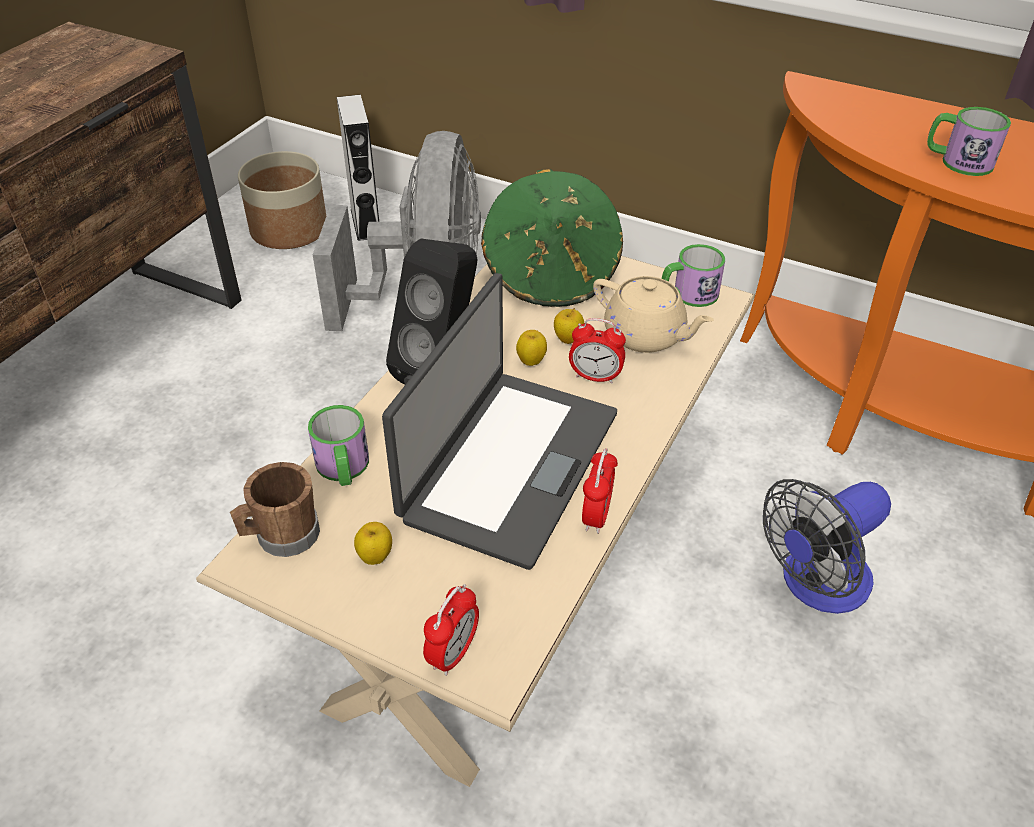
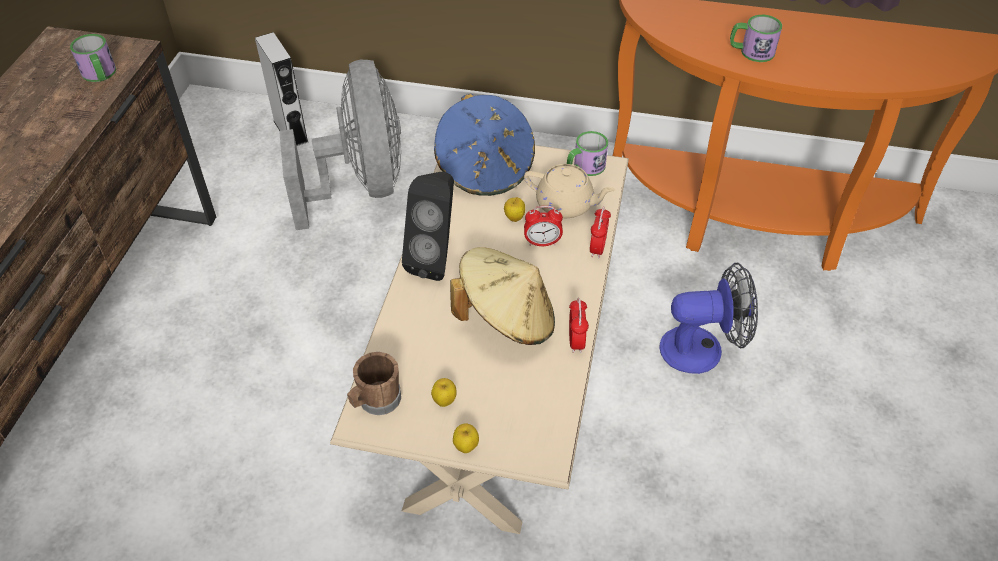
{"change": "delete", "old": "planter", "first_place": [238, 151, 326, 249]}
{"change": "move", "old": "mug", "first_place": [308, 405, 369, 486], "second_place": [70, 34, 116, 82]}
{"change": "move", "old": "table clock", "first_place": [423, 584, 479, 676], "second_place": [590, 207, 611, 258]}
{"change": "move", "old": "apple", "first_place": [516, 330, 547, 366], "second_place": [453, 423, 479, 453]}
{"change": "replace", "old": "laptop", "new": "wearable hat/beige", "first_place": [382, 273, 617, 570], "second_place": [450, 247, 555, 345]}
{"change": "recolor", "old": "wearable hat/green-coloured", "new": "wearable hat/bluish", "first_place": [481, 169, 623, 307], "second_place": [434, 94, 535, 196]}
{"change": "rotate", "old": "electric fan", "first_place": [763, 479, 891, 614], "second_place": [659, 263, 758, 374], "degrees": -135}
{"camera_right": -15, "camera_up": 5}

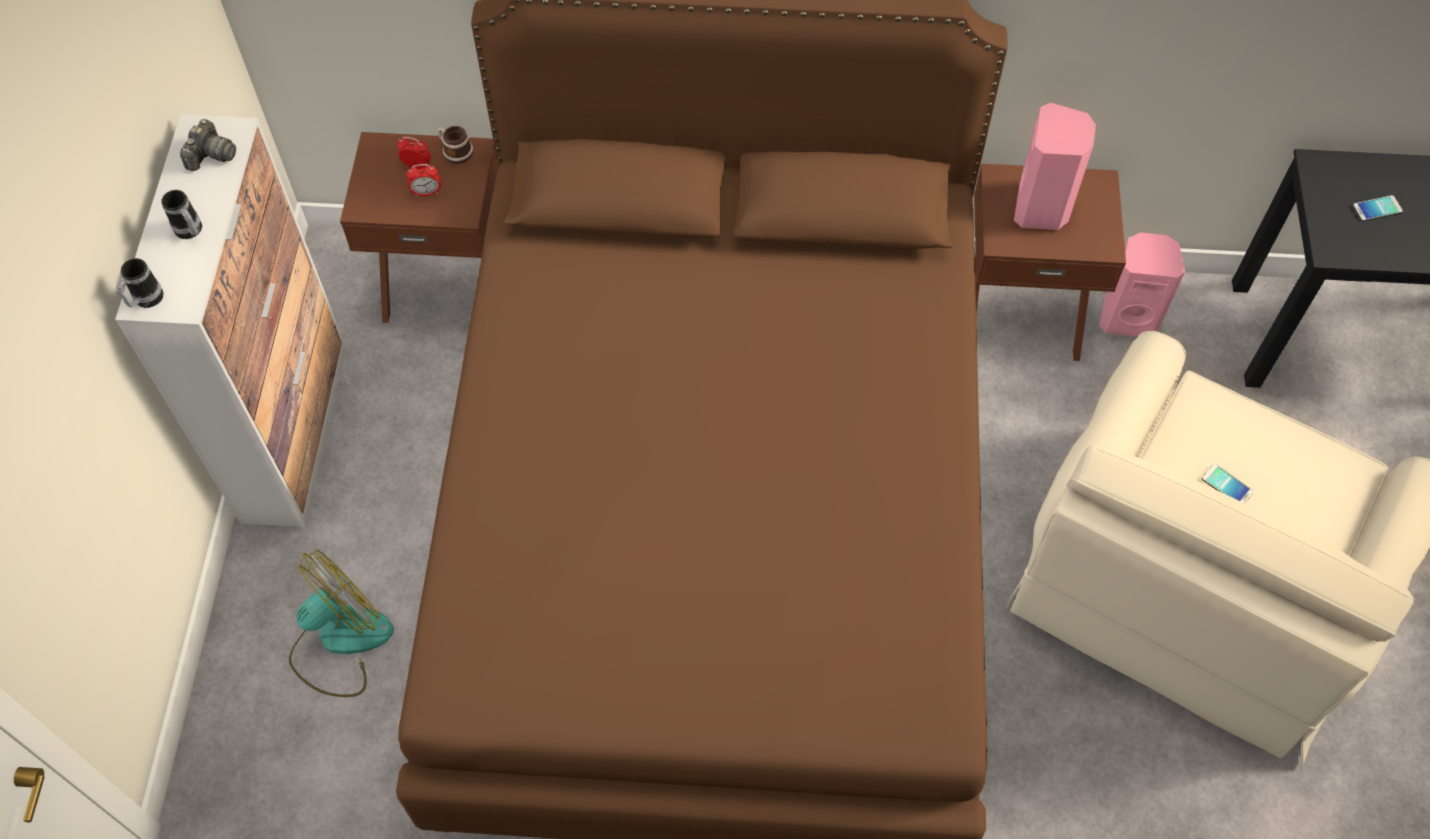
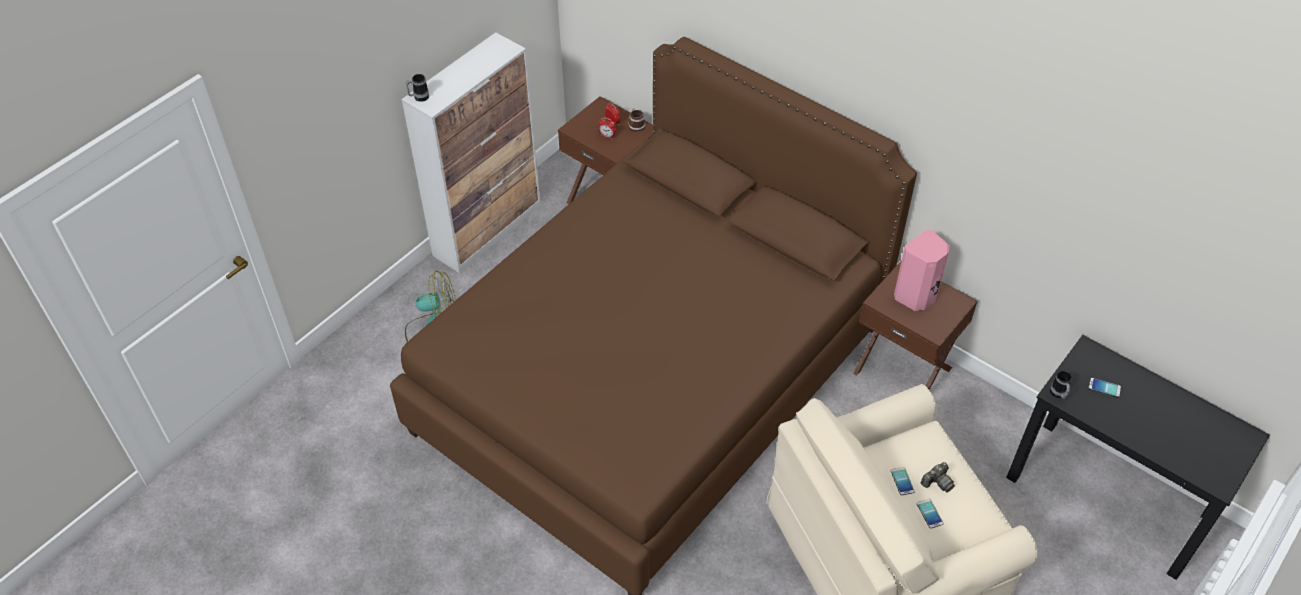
{"change": "delete", "old": "audio speaker/pink-coloured", "first_place": [1099, 233, 1185, 337]}
{"change": "insert", "new": "telephone", "second_place": [917, 499, 943, 529]}
{"change": "move", "old": "mug", "first_place": [161, 190, 202, 239], "second_place": [1050, 371, 1072, 399]}
{"change": "move", "old": "still camera", "first_place": [180, 119, 236, 171], "second_place": [921, 462, 955, 492]}
{"camera_right": 35, "camera_up": -10}

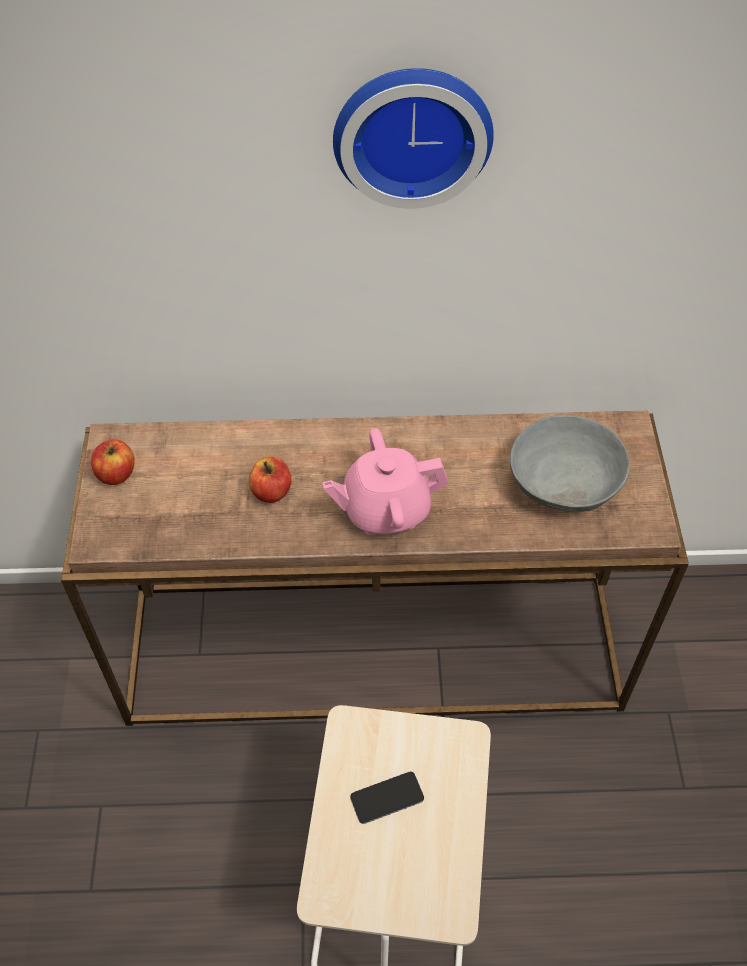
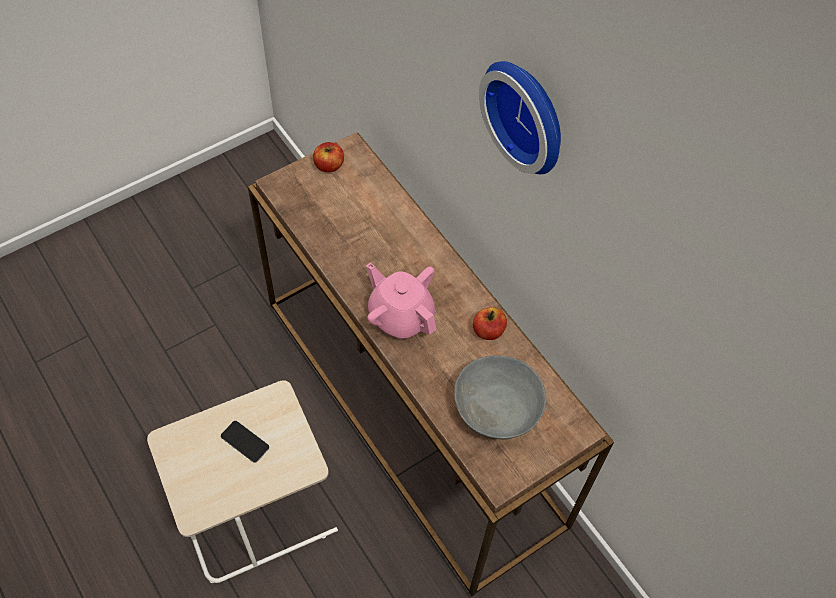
{"change": "move", "old": "apple", "first_place": [249, 457, 291, 503], "second_place": [473, 307, 507, 340]}
{"camera_right": 55, "camera_up": 5}

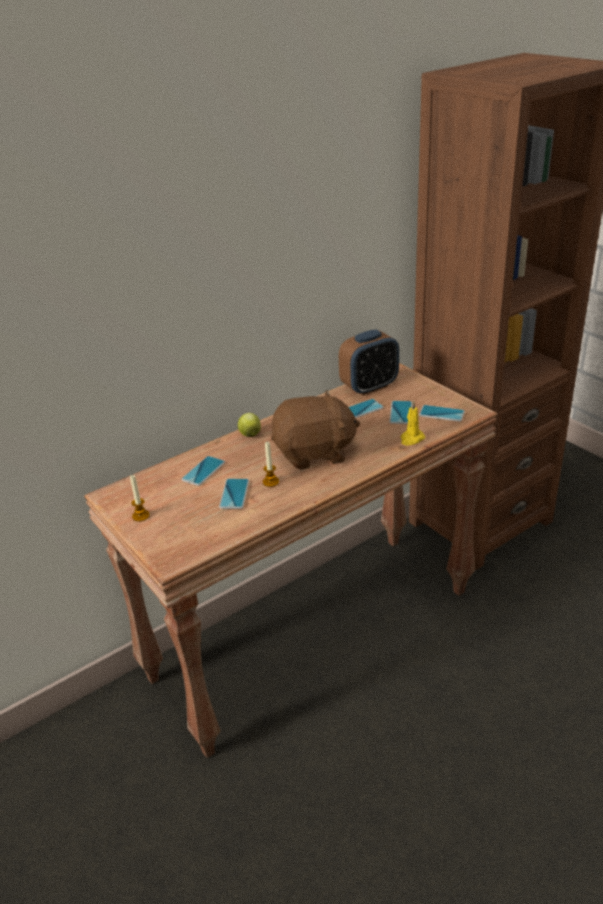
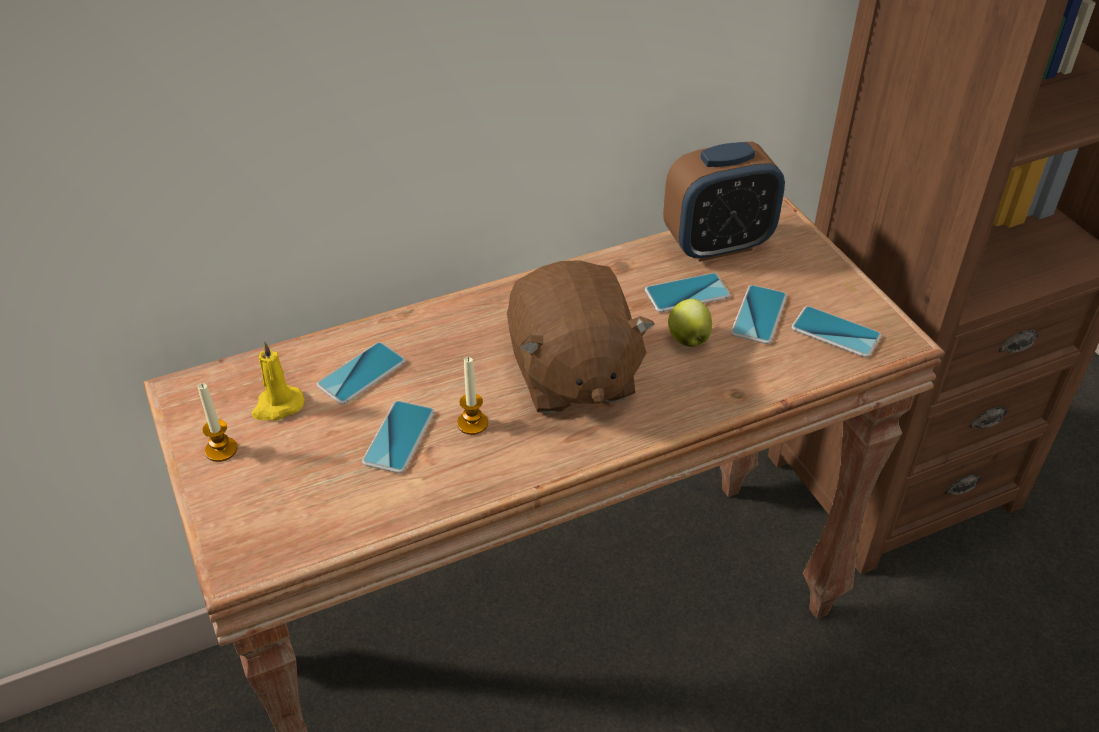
{"change": "move", "old": "apple", "first_place": [238, 413, 261, 437], "second_place": [668, 299, 712, 347]}
{"change": "move", "old": "wax light/yellow", "first_place": [401, 401, 425, 445], "second_place": [252, 341, 305, 420]}
{"change": "rotate", "old": "cuddly toy/brown", "first_place": [271, 390, 360, 470], "second_place": [507, 260, 655, 414], "degrees": 75}
{"camera_right": 10, "camera_up": 10}

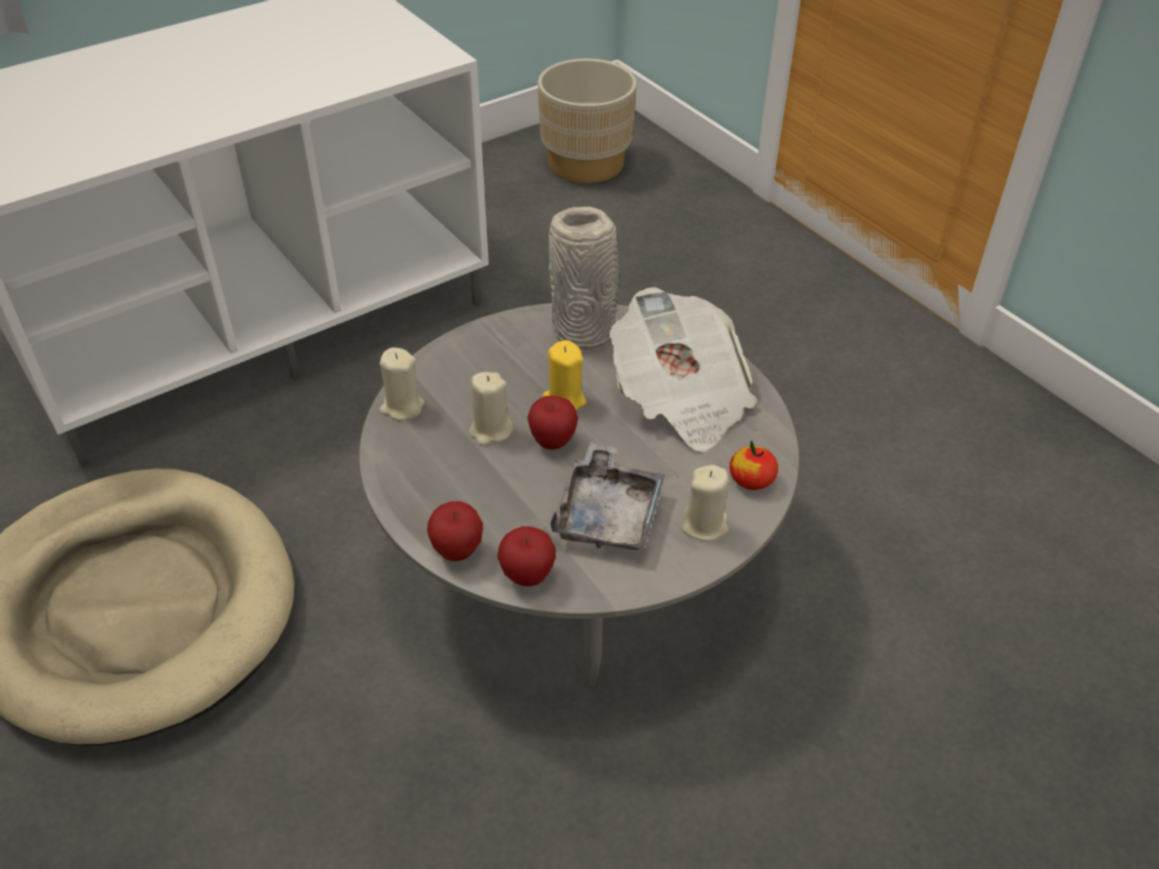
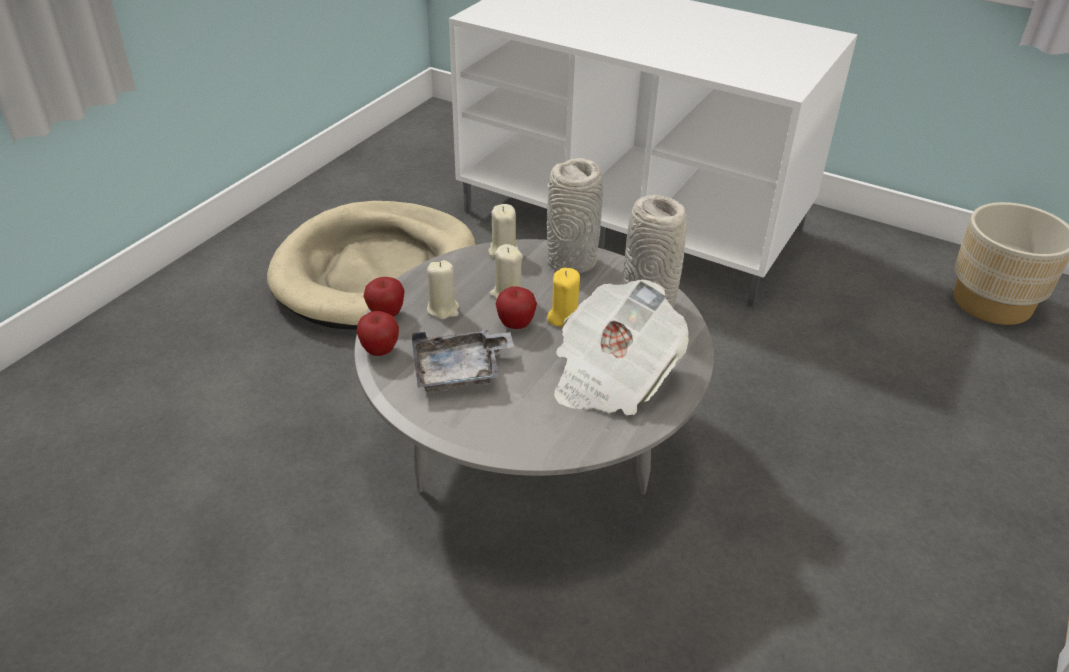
{"change": "delete", "old": "apple", "first_place": [730, 441, 778, 490]}
{"change": "insert", "new": "flower vase/gray", "second_place": [547, 158, 603, 274]}
{"change": "move", "old": "wax light/beige", "first_place": [682, 465, 729, 541], "second_place": [427, 260, 459, 320]}
{"camera_right": 65, "camera_up": -5}

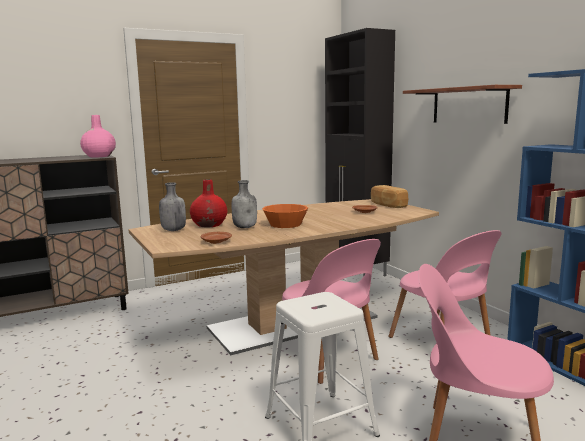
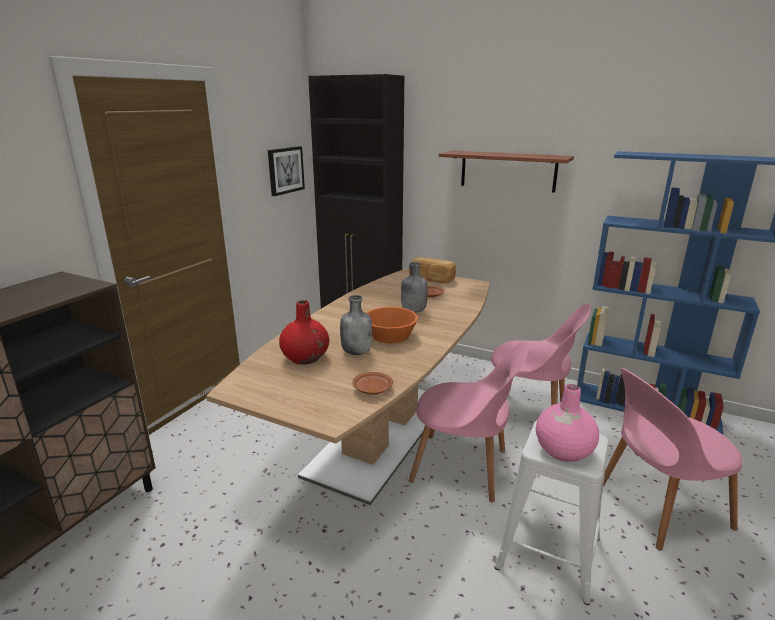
{"change": "insert", "new": "wall picture", "second_place": [268, 146, 305, 196]}
{"change": "move", "old": "flower vase/pink-coloured", "first_place": [80, 115, 116, 157], "second_place": [536, 384, 599, 462]}
{"change": "move", "old": "drink bottle/gray", "first_place": [159, 182, 186, 231], "second_place": [401, 262, 428, 313]}
{"camera_right": -35, "camera_up": 10}

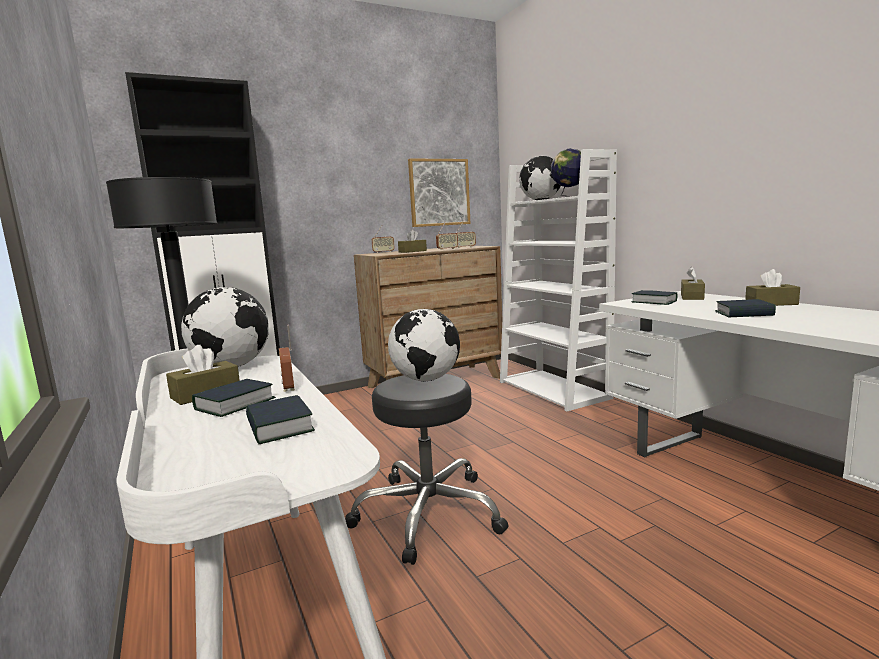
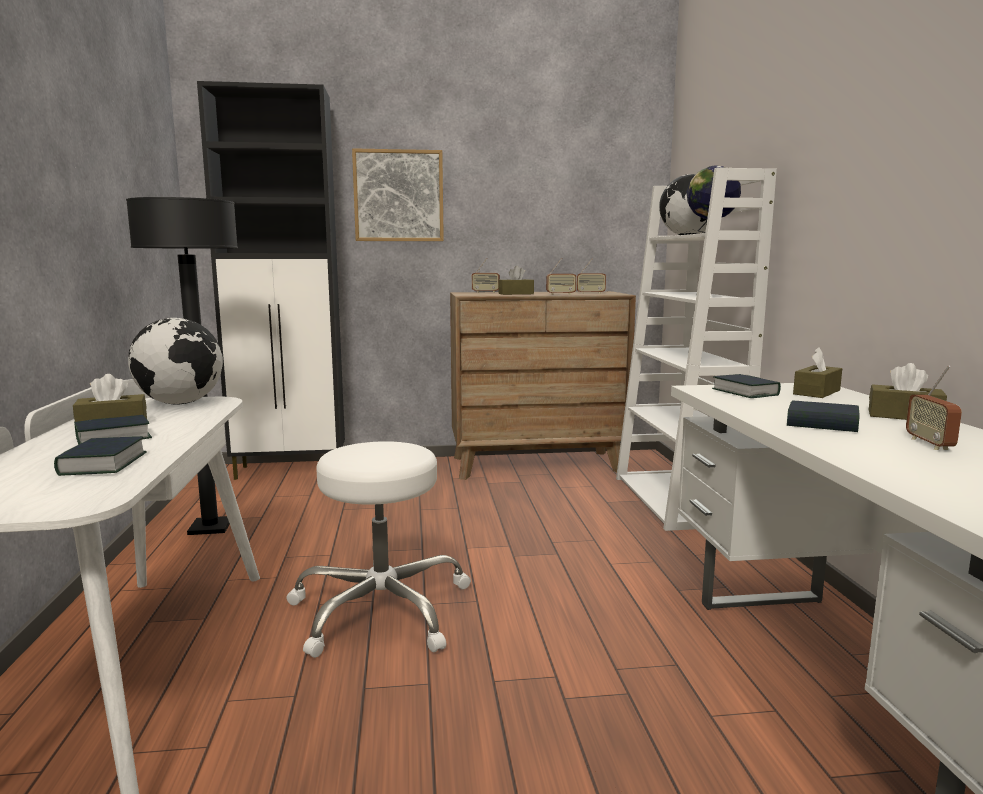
{"change": "delete", "old": "globe", "first_place": [388, 309, 460, 381]}
{"change": "move", "old": "radio receiver", "first_place": [279, 325, 295, 392], "second_place": [906, 366, 962, 450]}
{"change": "move", "old": "wall picture", "first_place": [408, 158, 471, 227], "second_place": [352, 148, 444, 241]}
{"change": "recolor", "old": "stool/black-coloured", "new": "stool/whitish", "first_place": [345, 374, 508, 565], "second_place": [286, 441, 471, 658]}
{"camera_right": 20, "camera_up": 0}

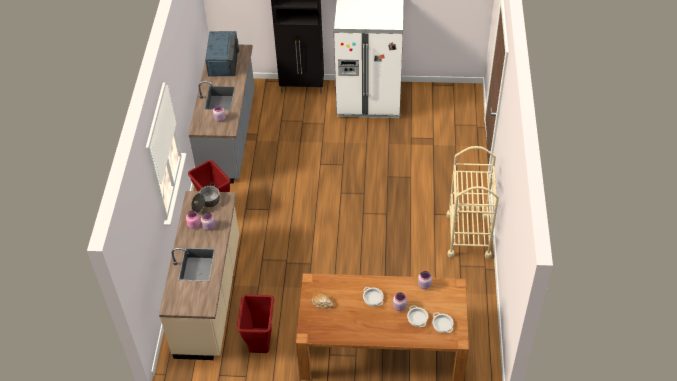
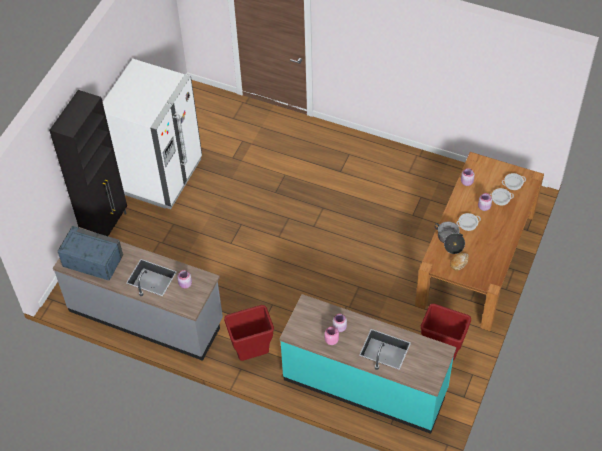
{"change": "delete", "old": "trolley/beige", "first_place": [446, 146, 499, 259]}
{"change": "move", "old": "cooking pot", "first_place": [191, 182, 220, 213], "second_place": [434, 222, 465, 254]}
{"change": "recolor", "old": "counter/beige", "new": "counter/turquoise", "first_place": [159, 191, 239, 360], "second_place": [280, 294, 456, 434]}
{"camera_right": -70, "camera_up": 5}

